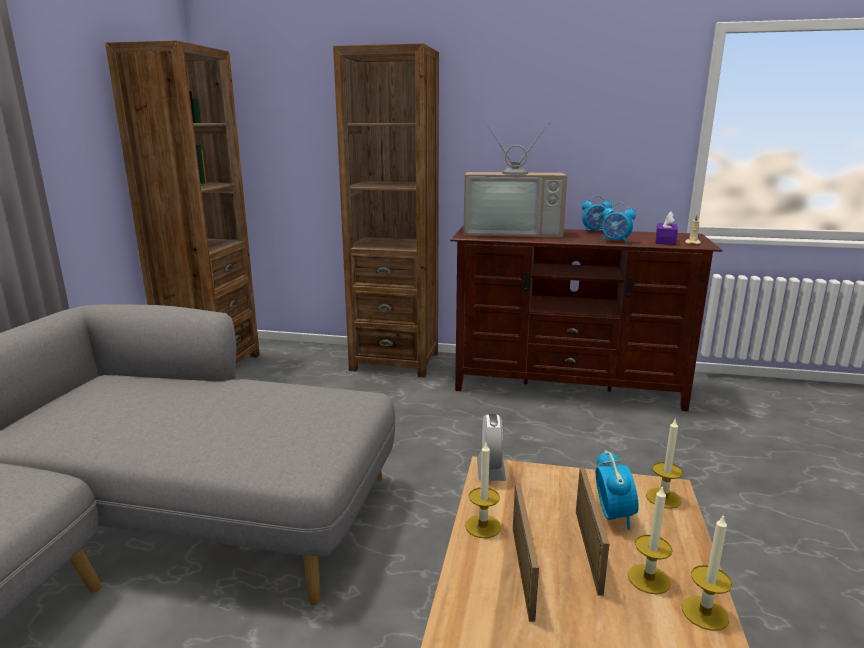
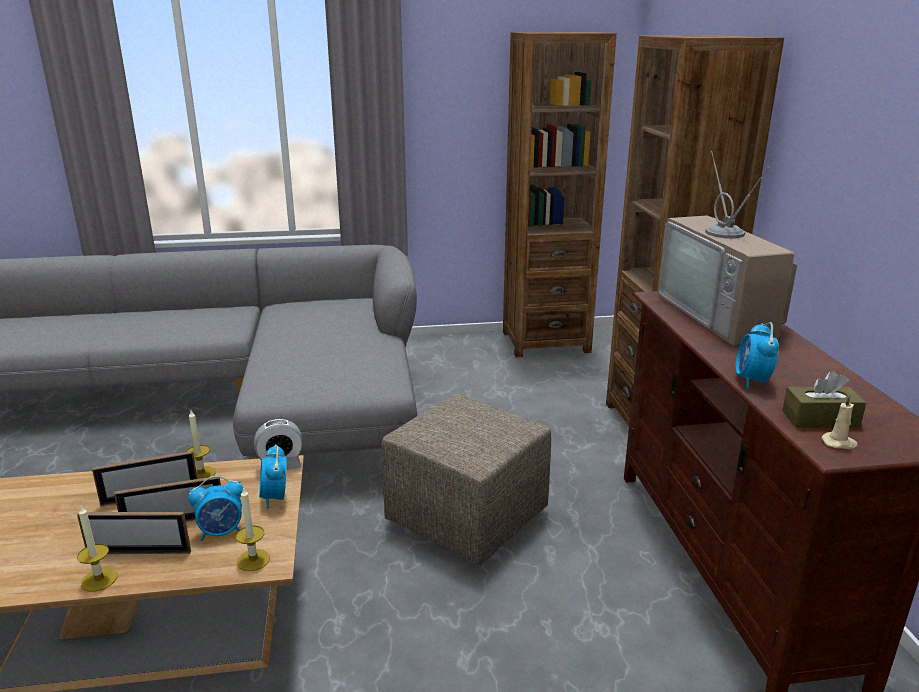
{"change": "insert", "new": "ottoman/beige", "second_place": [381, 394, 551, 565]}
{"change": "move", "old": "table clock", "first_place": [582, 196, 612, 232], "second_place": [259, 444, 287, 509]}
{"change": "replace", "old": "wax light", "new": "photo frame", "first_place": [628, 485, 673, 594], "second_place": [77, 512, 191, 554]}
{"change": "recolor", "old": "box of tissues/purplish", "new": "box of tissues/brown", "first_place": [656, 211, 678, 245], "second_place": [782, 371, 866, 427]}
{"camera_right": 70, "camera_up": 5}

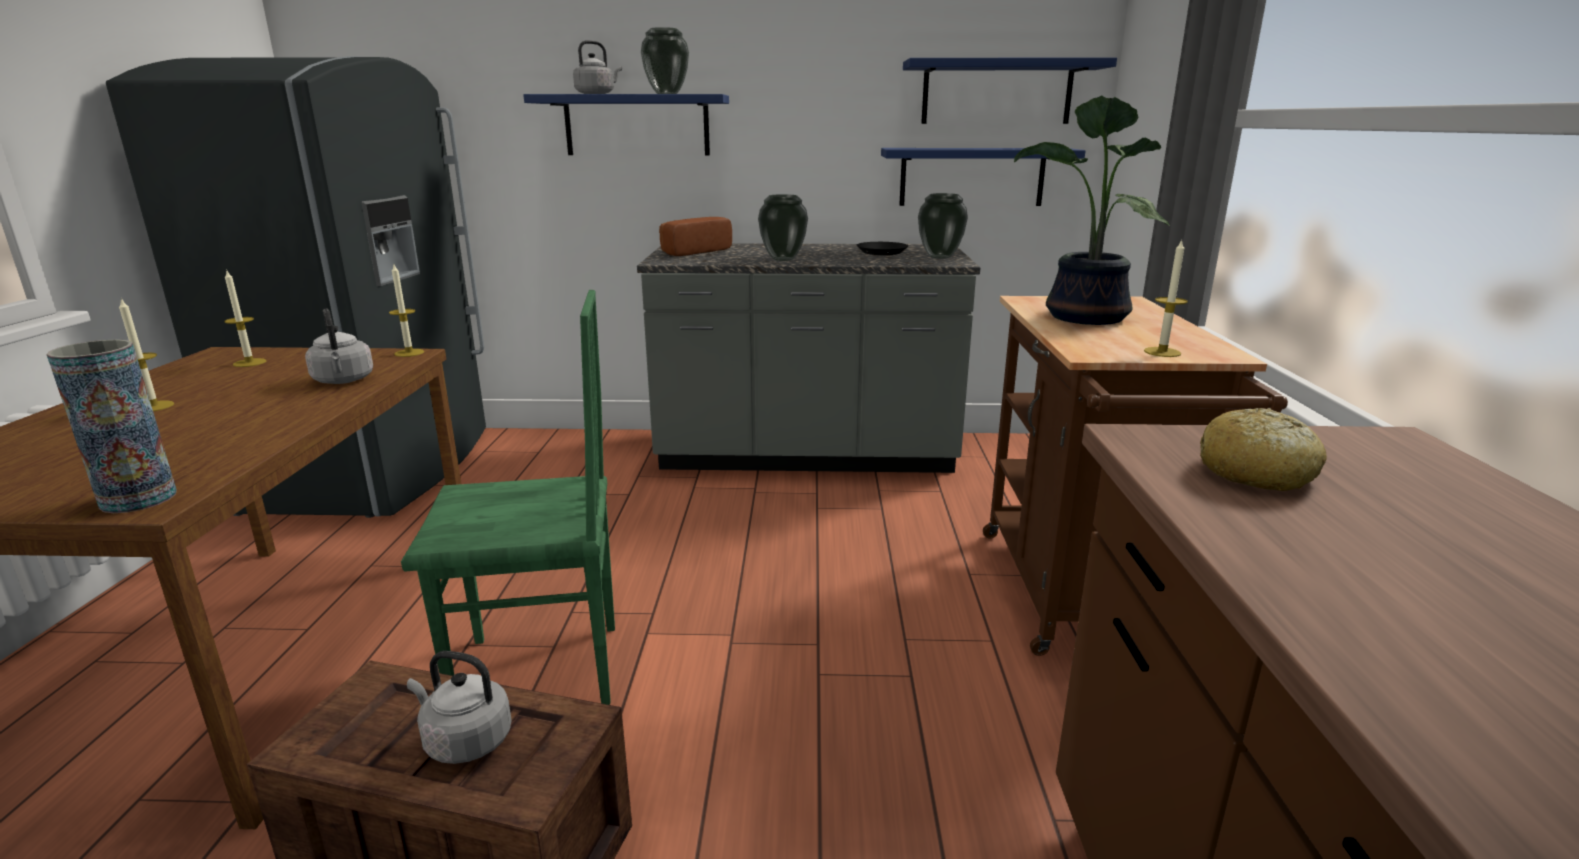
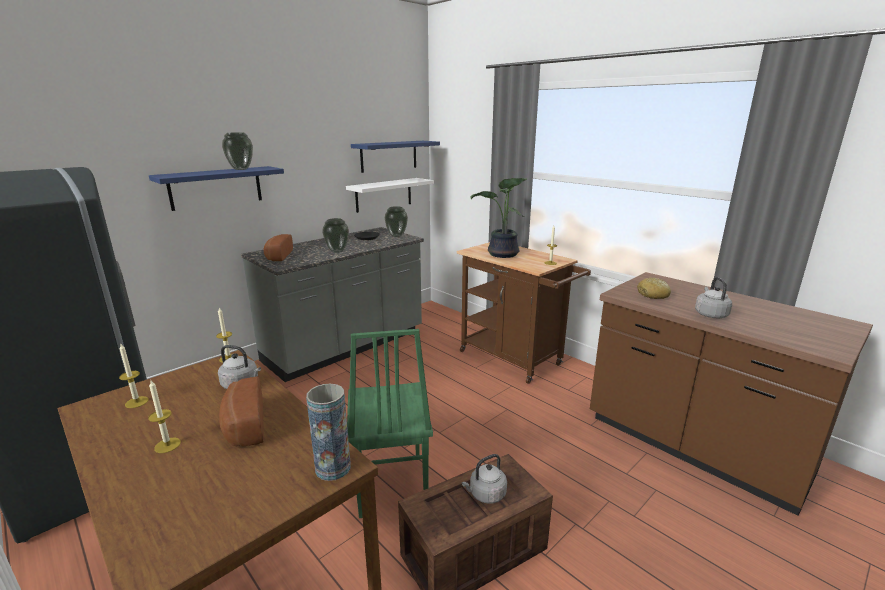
{"change": "insert", "new": "bakery bread", "second_place": [219, 377, 264, 446]}
{"change": "move", "old": "water kettle/gray", "first_place": [573, 40, 622, 94], "second_place": [695, 277, 732, 318]}
{"change": "recolor", "old": "bracket shelf/bluish", "new": "bracket shelf/whitish", "first_place": [881, 148, 1086, 206], "second_place": [346, 178, 434, 213]}
{"change": "rotate", "old": "upright chair/green-coloured", "first_place": [401, 290, 615, 705], "second_place": [347, 329, 433, 518], "degrees": 135}
{"camera_right": -45, "camera_up": 0}

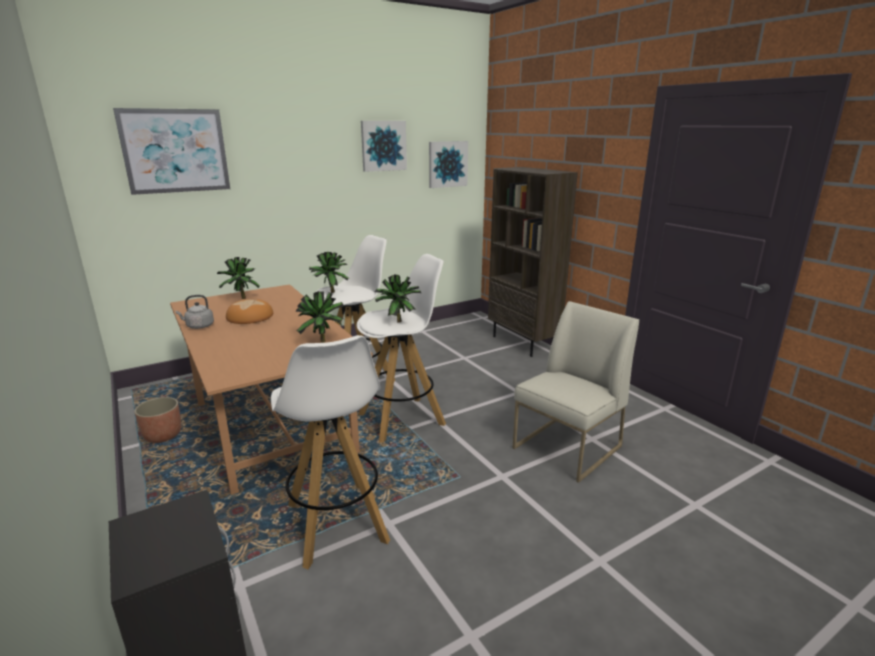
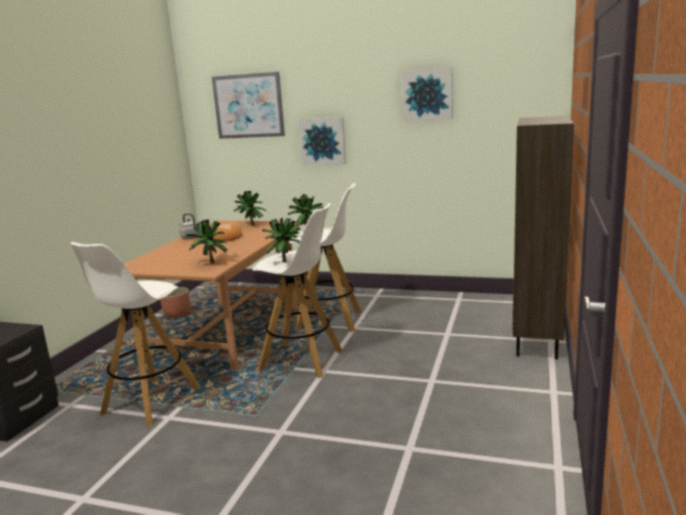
{"change": "delete", "old": "upright chair/whitish", "first_place": [513, 301, 639, 483]}
{"change": "move", "old": "wall picture", "first_place": [429, 141, 468, 188], "second_place": [299, 117, 346, 165]}
{"camera_right": 50, "camera_up": -5}

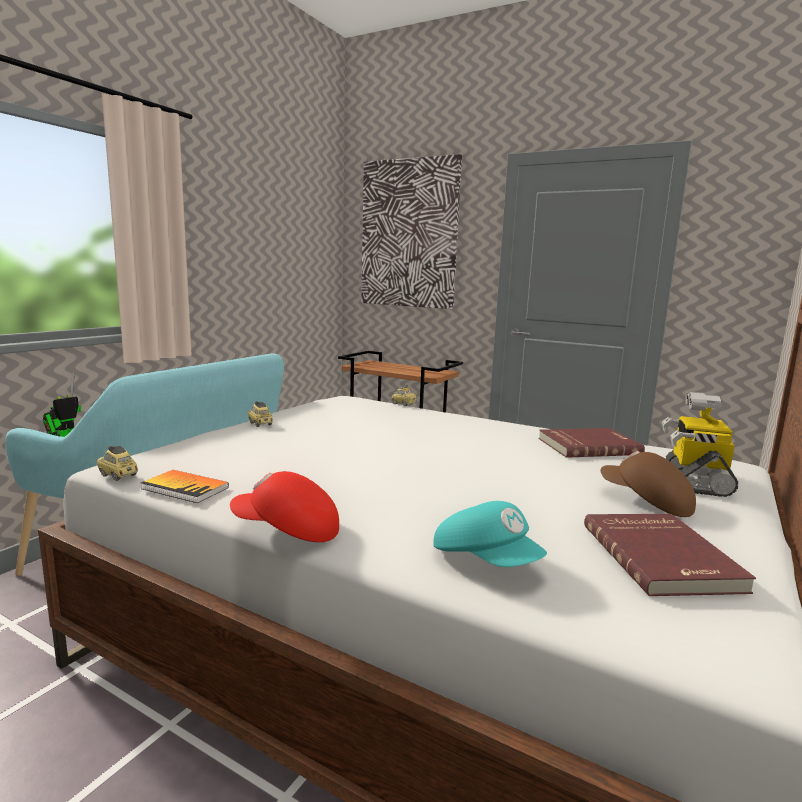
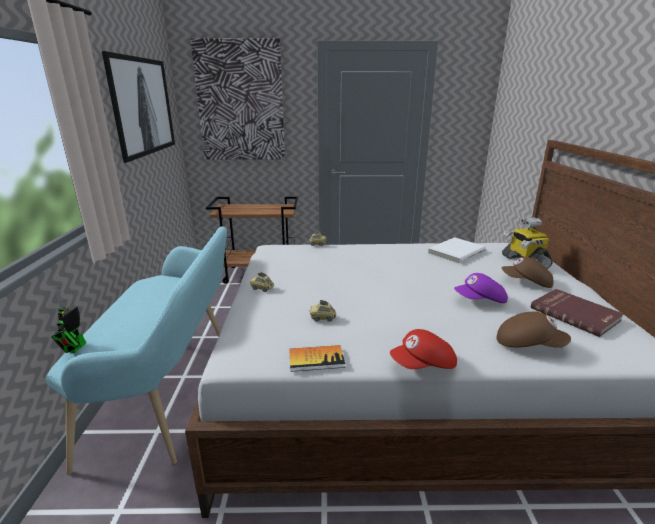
{"change": "insert", "new": "wall picture", "second_place": [102, 51, 175, 163]}
{"change": "insert", "new": "peaked cap/purplish", "second_place": [454, 273, 508, 303]}
{"change": "move", "old": "miniature car", "first_place": [97, 446, 138, 481], "second_place": [310, 300, 336, 322]}
{"change": "recolor", "old": "peaked cap/turquoise", "new": "peaked cap/brown", "first_place": [433, 501, 547, 567], "second_place": [497, 312, 571, 348]}
{"change": "recolor", "old": "volume/red", "new": "volume/whitish", "first_place": [538, 428, 645, 458], "second_place": [428, 237, 486, 264]}
{"camera_right": -30, "camera_up": 10}

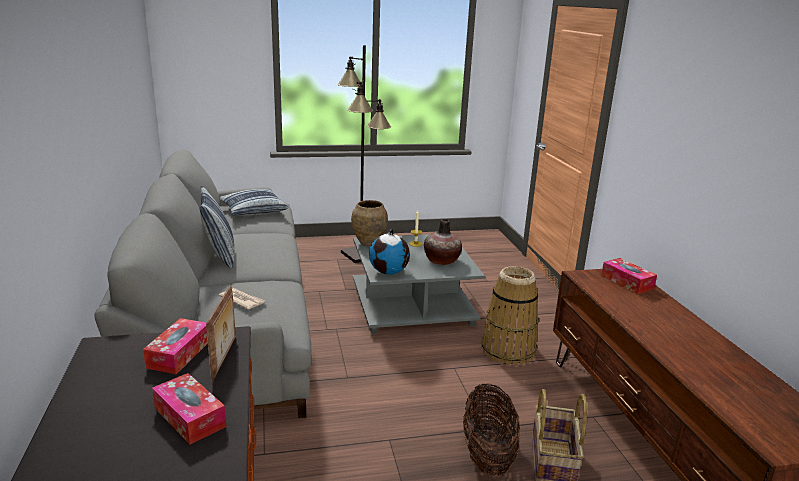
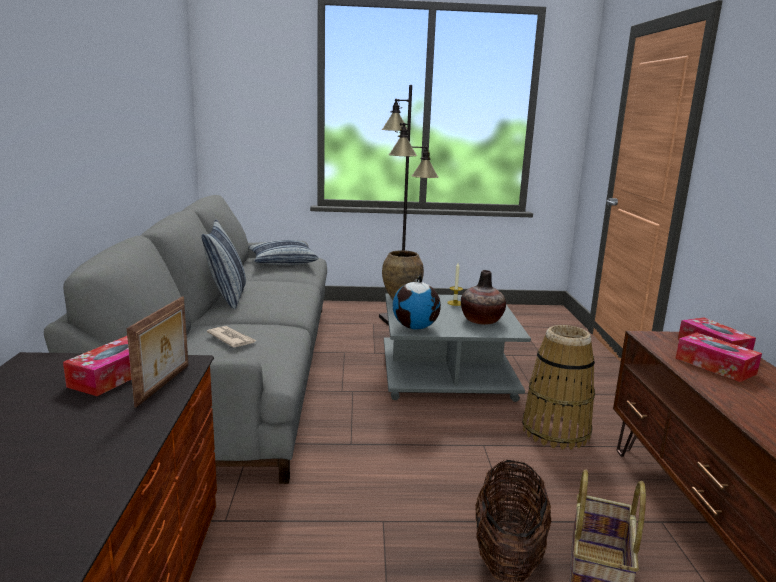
{"change": "move", "old": "box of tissues", "first_place": [152, 373, 226, 444], "second_place": [675, 333, 762, 382]}
{"camera_right": 10, "camera_up": -5}

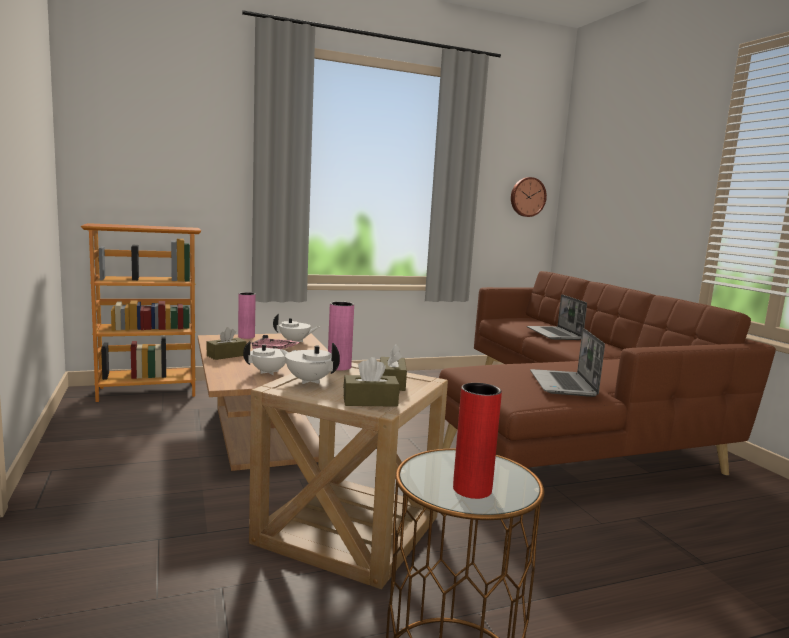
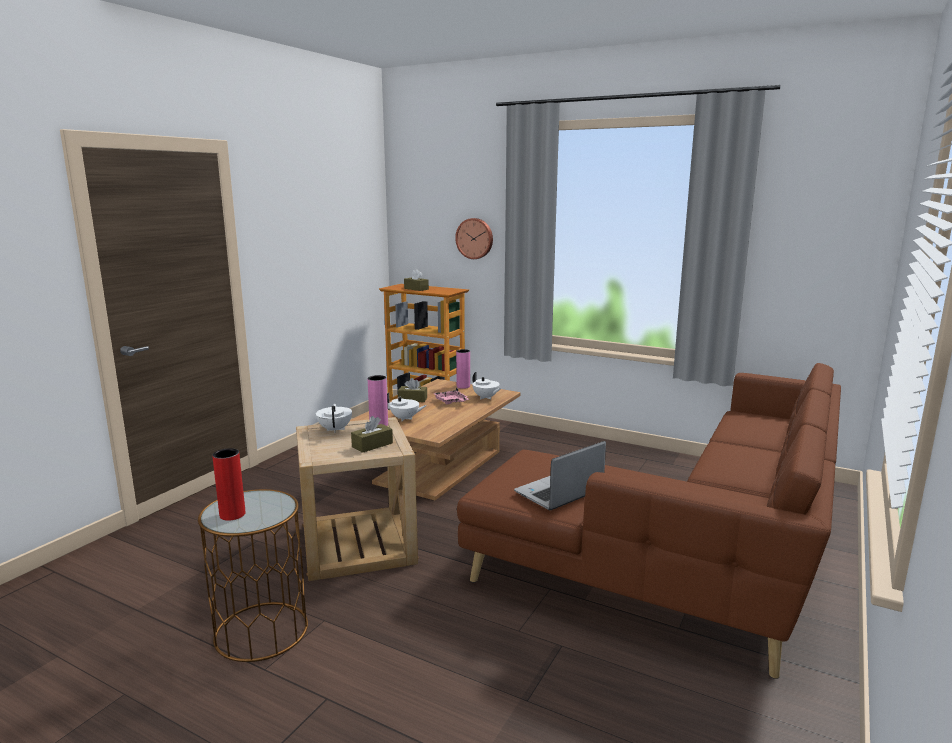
{"change": "delete", "old": "laptop", "first_place": [527, 294, 587, 340]}
{"change": "move", "old": "box of tissues/brown", "first_place": [343, 357, 400, 407], "second_place": [404, 269, 429, 291]}
{"change": "move", "old": "clock on the wall", "first_place": [511, 177, 547, 217], "second_place": [455, 218, 493, 259]}
{"camera_right": 50, "camera_up": 5}

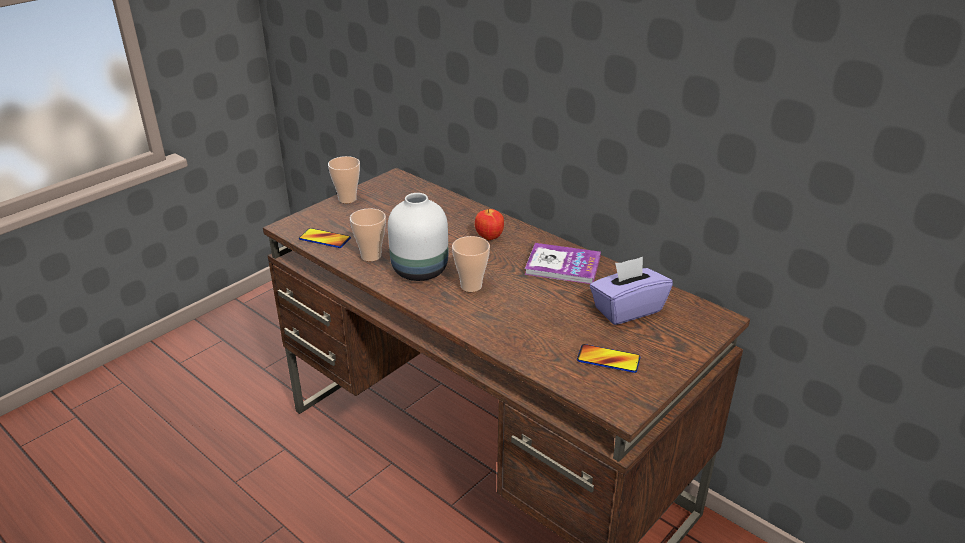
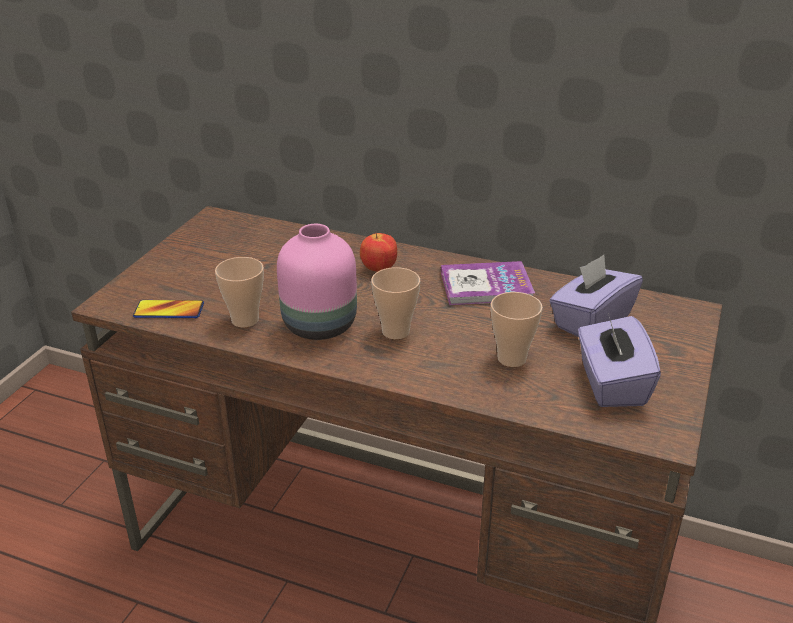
{"change": "move", "old": "small cup", "first_place": [328, 156, 360, 203], "second_place": [491, 292, 543, 367]}
{"change": "replace", "old": "telephone", "new": "box of tissues/purplish", "first_place": [577, 344, 640, 373], "second_place": [578, 313, 661, 407]}
{"change": "recolor", "old": "flower vase/whitish", "new": "flower vase/pink-coloured", "first_place": [388, 193, 448, 281], "second_place": [277, 224, 357, 340]}
{"camera_right": -20, "camera_up": 0}

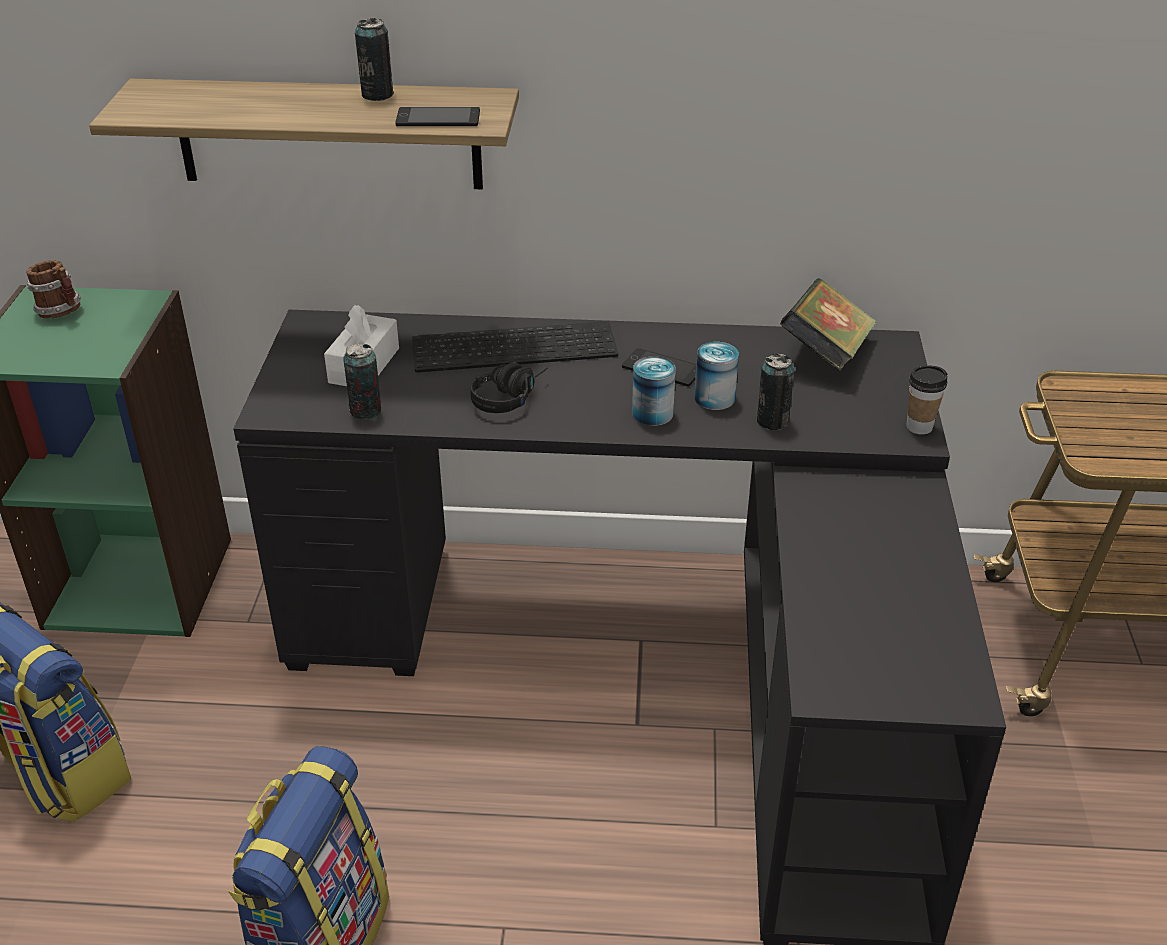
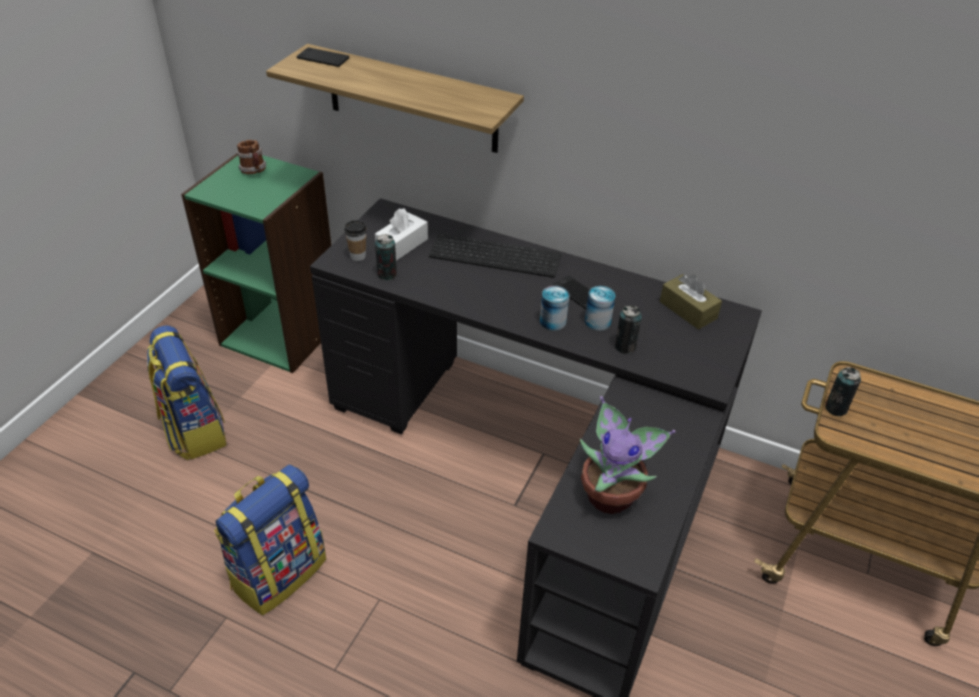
{"change": "delete", "old": "pair of headphones/black-coloured", "first_place": [470, 362, 548, 413]}
{"change": "insert", "new": "houseplant", "second_place": [580, 396, 676, 514]}
{"change": "move", "old": "can", "first_place": [355, 18, 394, 101], "second_place": [825, 367, 861, 416]}
{"change": "move", "old": "telephone", "first_place": [395, 107, 480, 126], "second_place": [297, 48, 349, 67]}
{"change": "move", "old": "small cup", "first_place": [907, 365, 948, 435], "second_place": [344, 220, 367, 261]}
{"change": "replace", "old": "volume", "new": "box of tissues/brown", "first_place": [780, 278, 877, 371], "second_place": [660, 274, 722, 330]}
{"camera_right": 20, "camera_up": 5}

